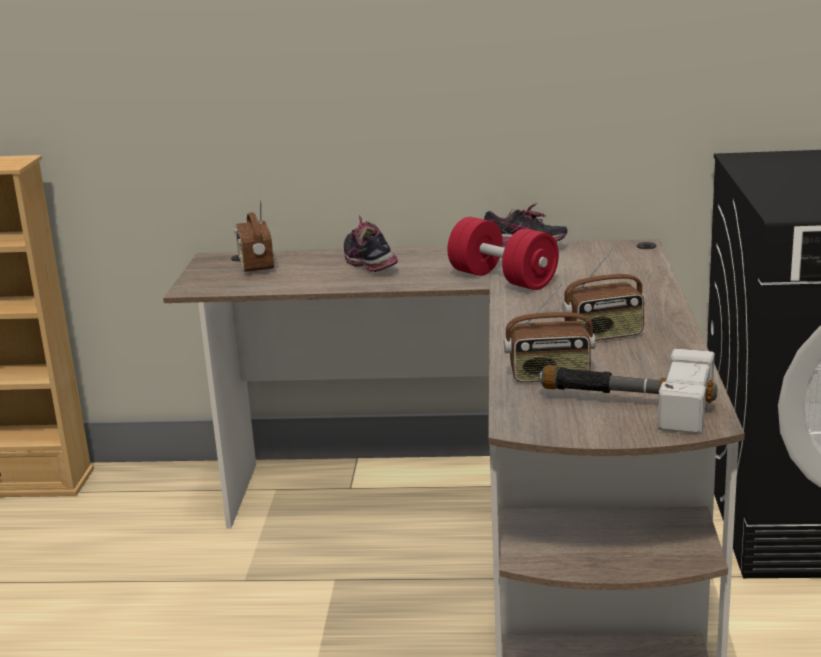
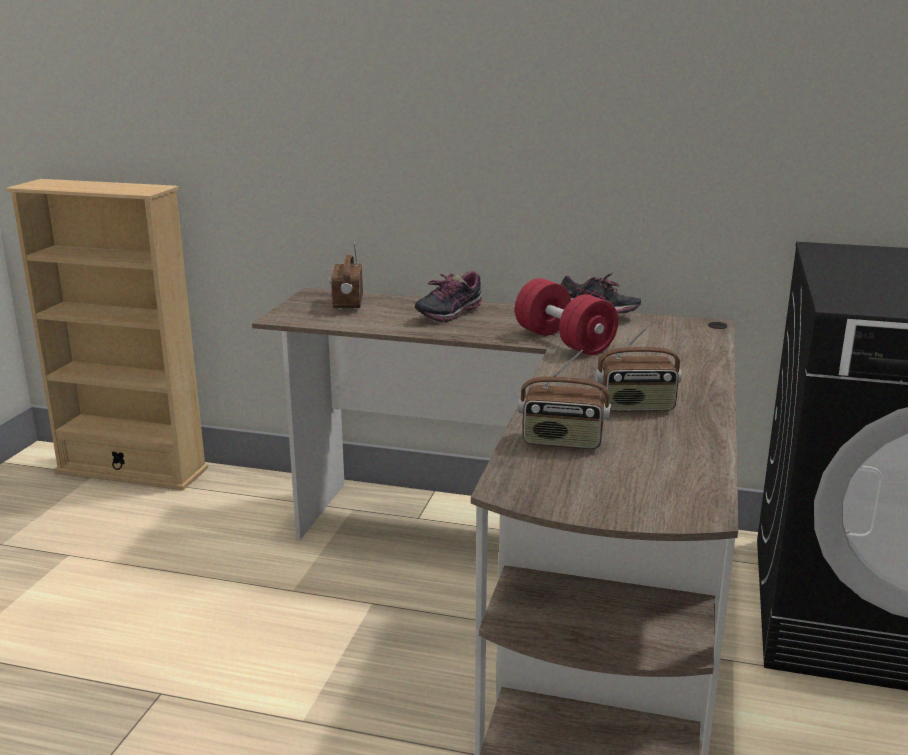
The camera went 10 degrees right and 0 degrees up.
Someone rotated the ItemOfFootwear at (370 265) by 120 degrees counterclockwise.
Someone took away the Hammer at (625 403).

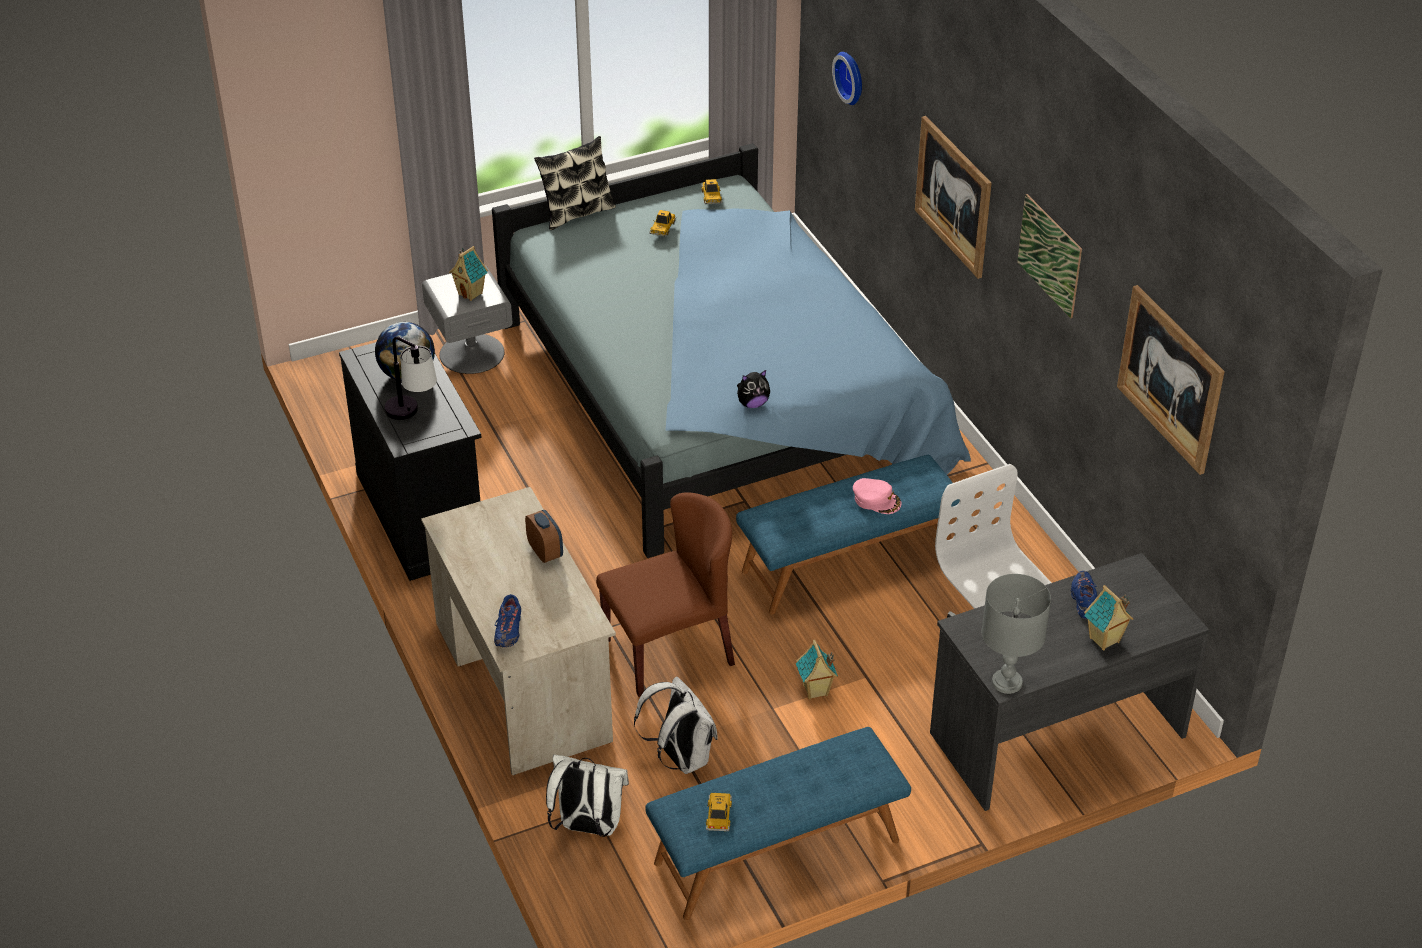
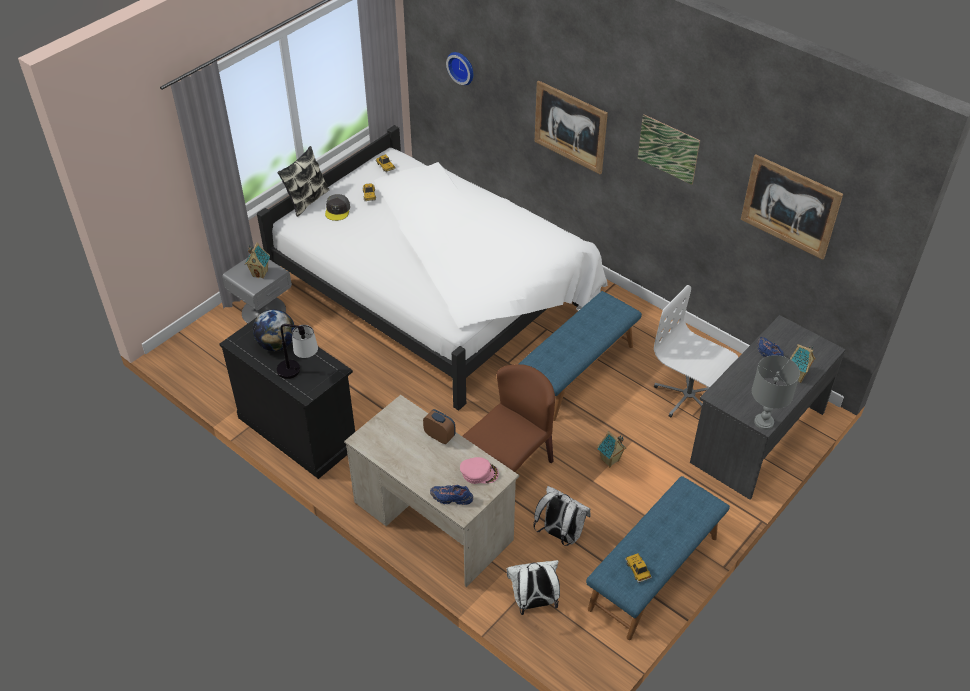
The camera went 25 degrees left and 5 degrees up.
Someone repainted the BlueColouredBed at (721 398), which became the WhiteColouredBed at (437 292).
Someone put down the GreyCap at (338 210).
Someone rotated the BlueColouredItemOfFootwear at (508 630) by 120 degrees clockwise.
Someone carried the PinkCap from (876 500) to (479 473).
Someone took away the PlushToy at (752 403).

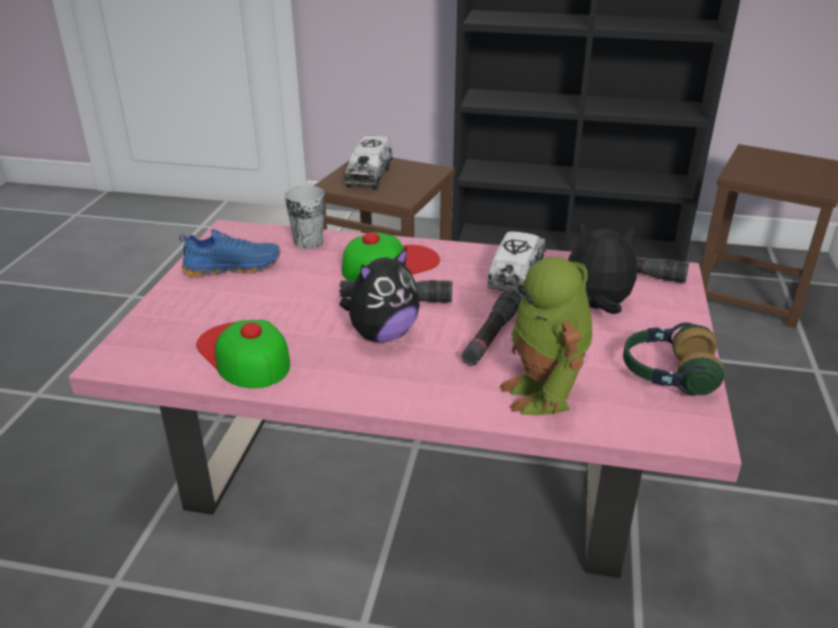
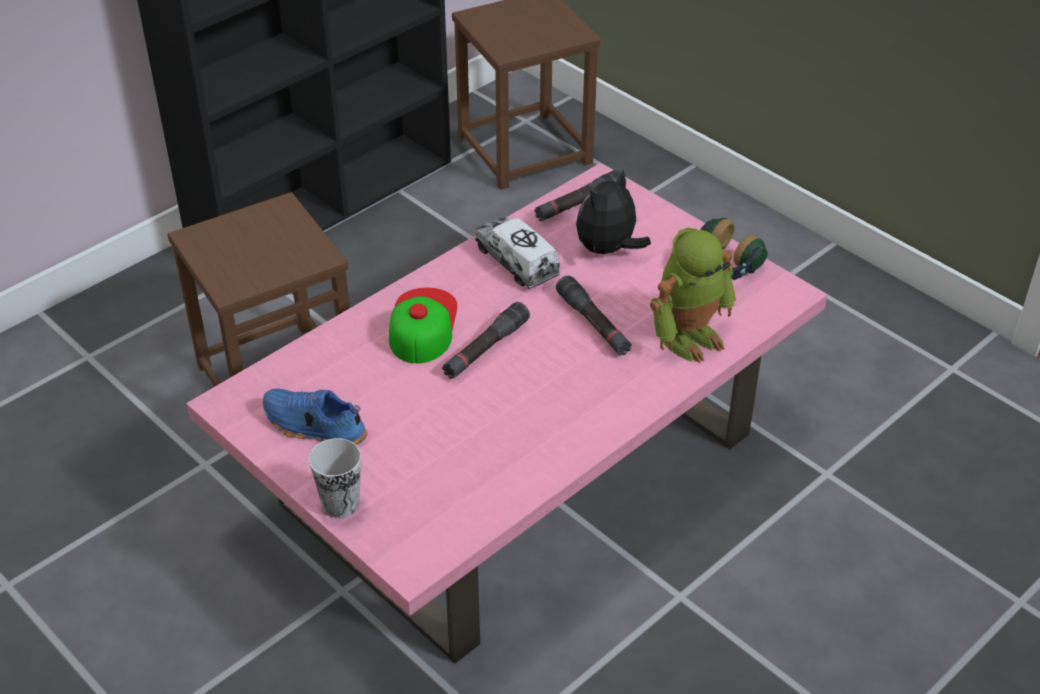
The camera went 55 degrees left and 10 degrees up.
Someone rotated the BlueColouredItemOfFootwear at (233 267) by 90 degrees counterclockwise.
Someone carried the DrinkingCup from (308 242) to (340 504).
Someone rotated the ToyRobot at (544 394) by 60 degrees counterclockwise.
Someone took away the Cap at (243 354).
Someone took away the PlushToy at (382 335).
Someone took away the ModelTruck at (369 175).

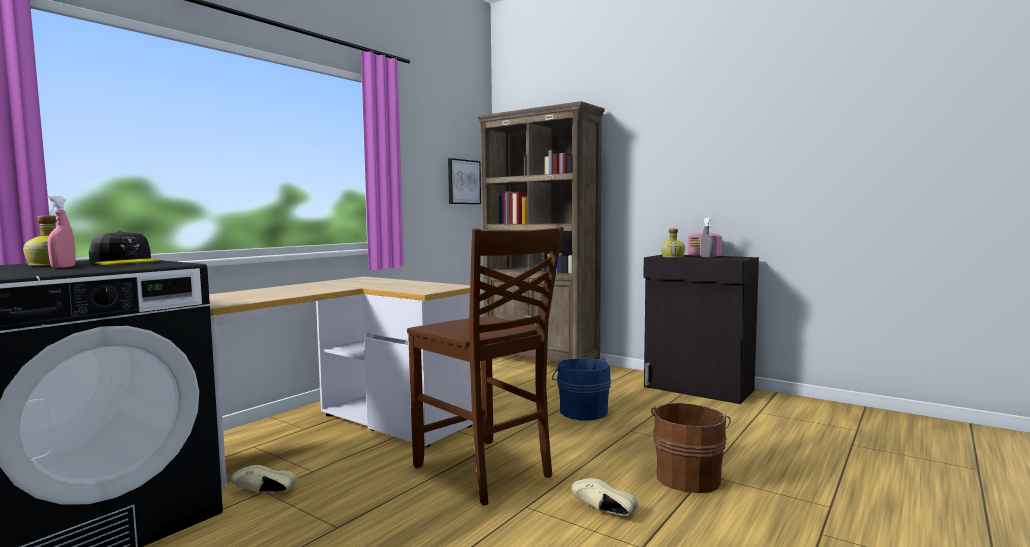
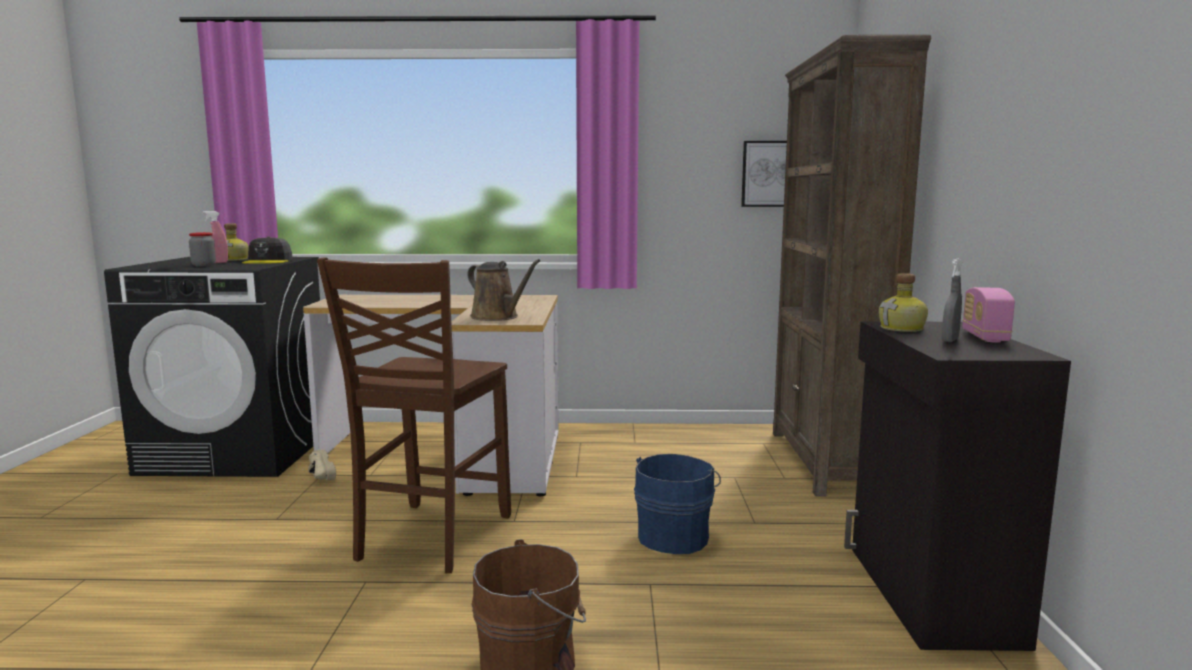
The camera went 55 degrees right and 5 degrees up.
Someone put down the StorageJar at (204 265).
Someone put down the BrownWateringCan at (498 317).
Someone took away the BeigeColouredItemOfFootwear at (602 511).

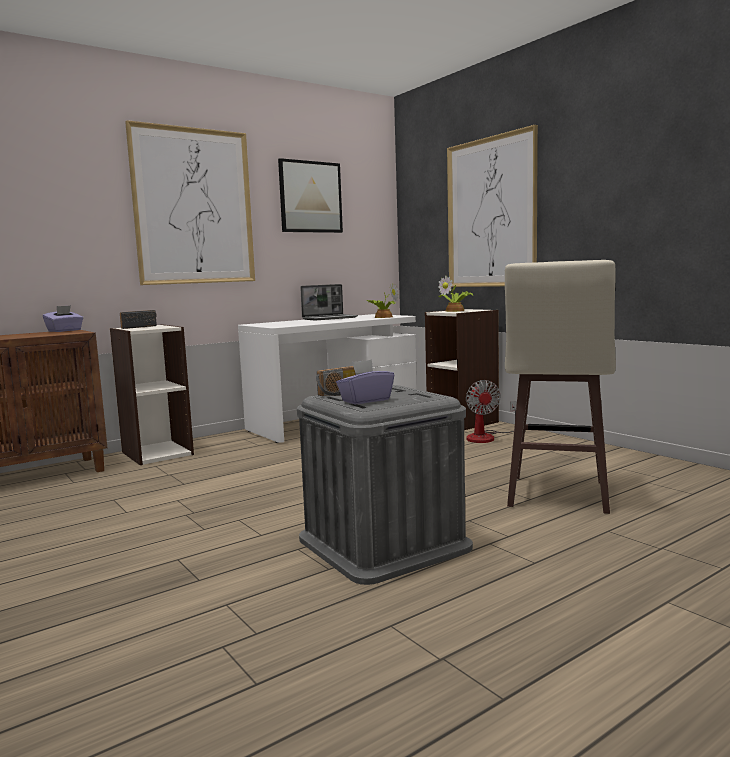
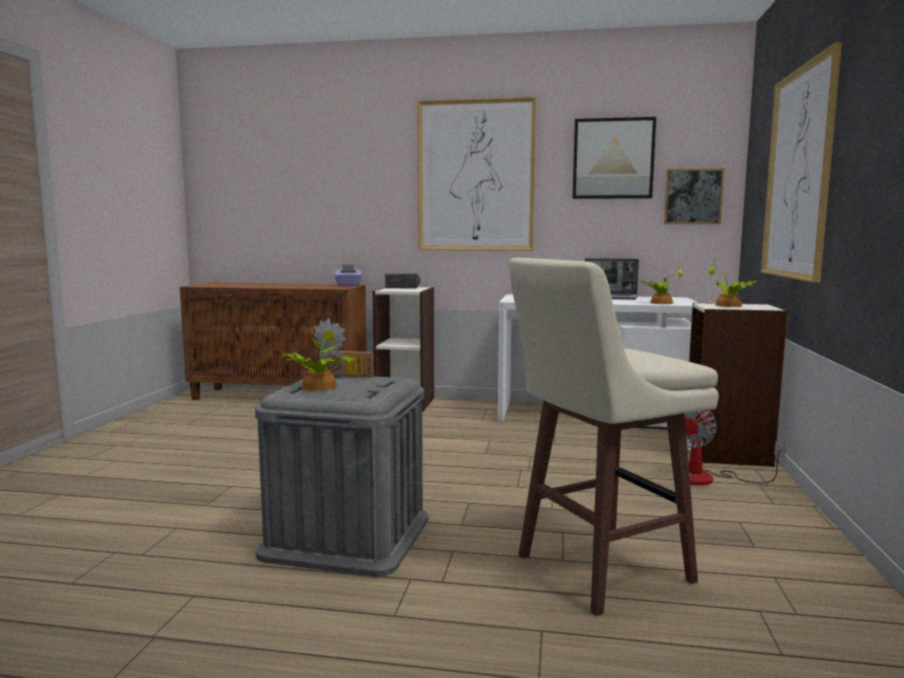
The camera went 45 degrees right and 0 degrees up.
Someone swapped the PurpleColouredTissueBox at (365 400) for the Houseplant at (317 387).
Someone put up the Picture at (693 196).

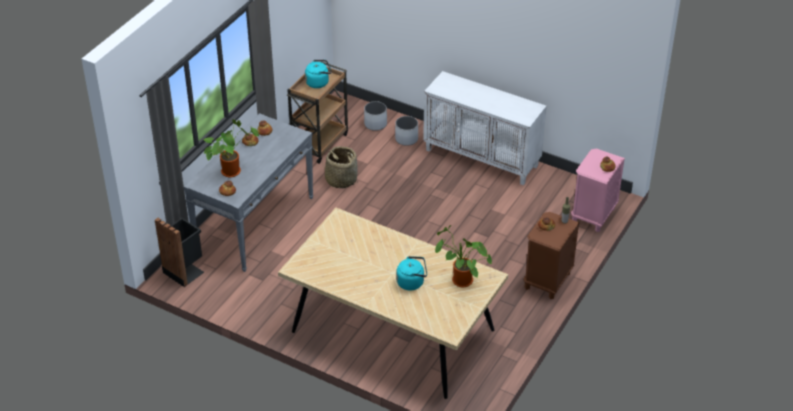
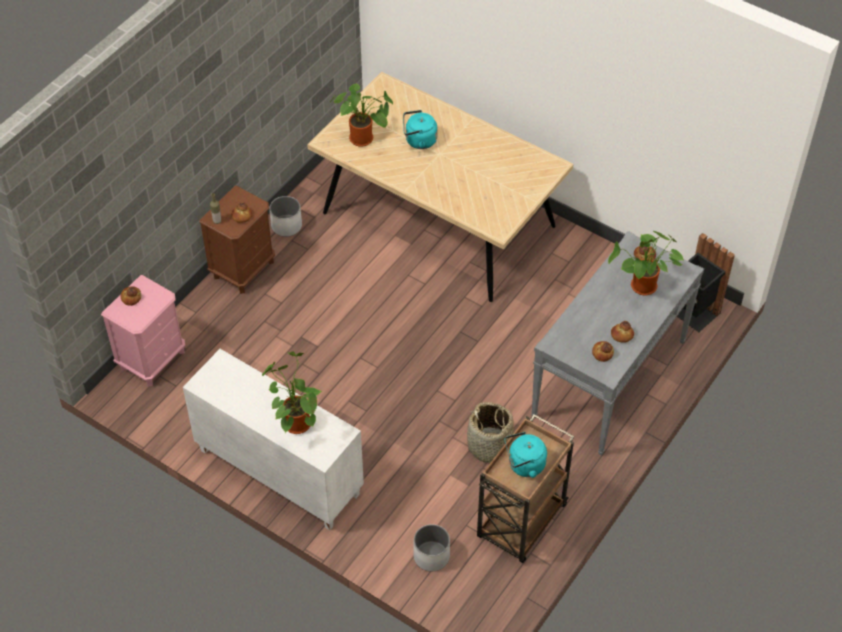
The camera went 175 degrees left and 10 degrees up.
Someone put down the Houseplant at (294 422).
Someone carried the WhiteColouredFlowerPot from (406 139) to (286 226).

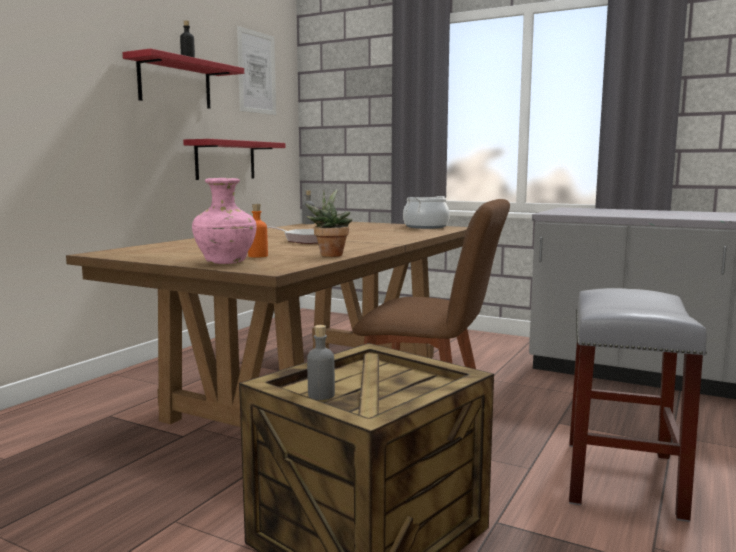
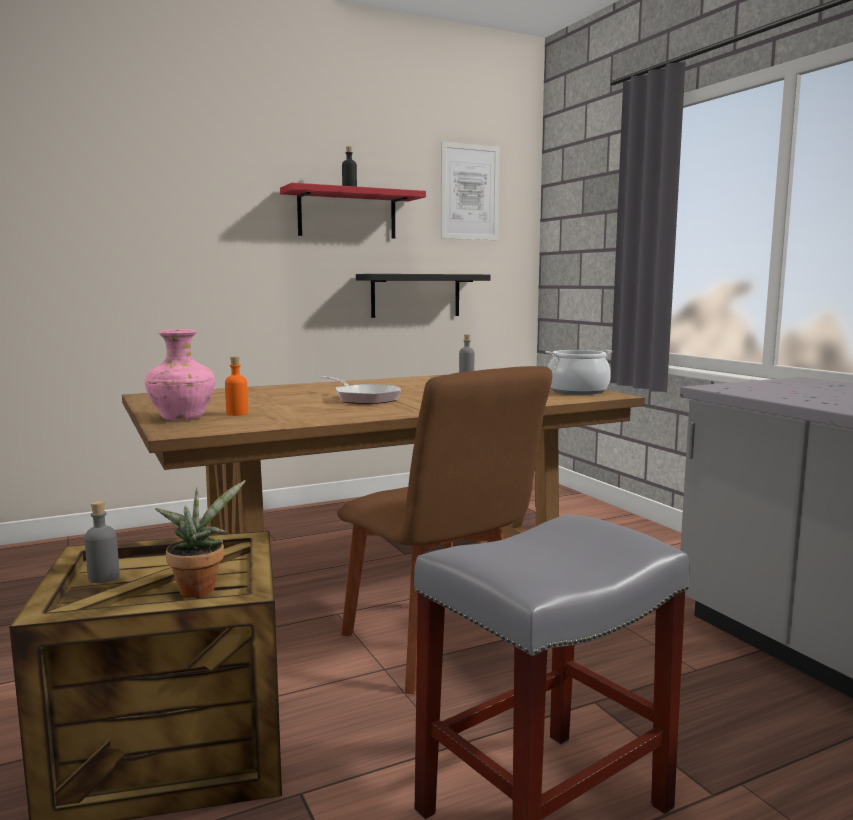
The camera went 35 degrees right and 0 degrees up.
Someone carried the Houseplant from (330 255) to (200 588).
Someone repainted the RedBracketShelf at (225 160), which became the BlackBracketShelf at (416 295).

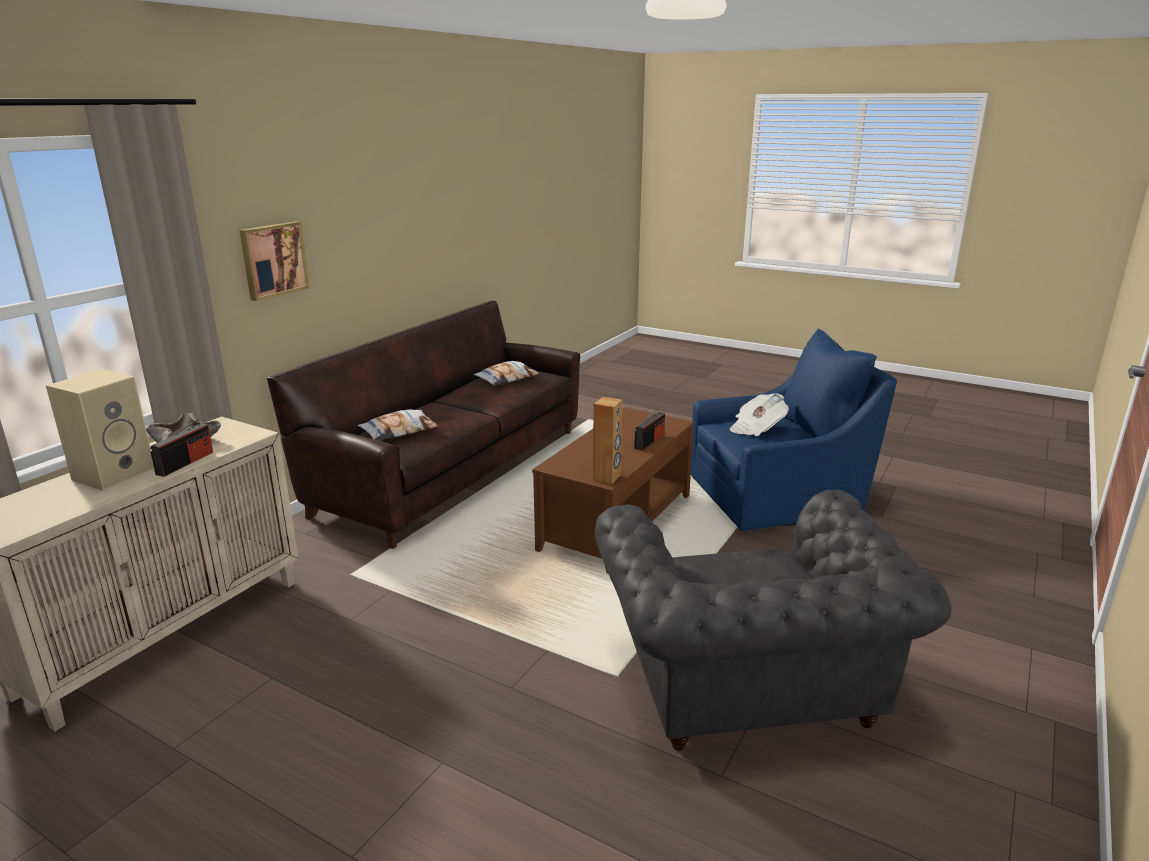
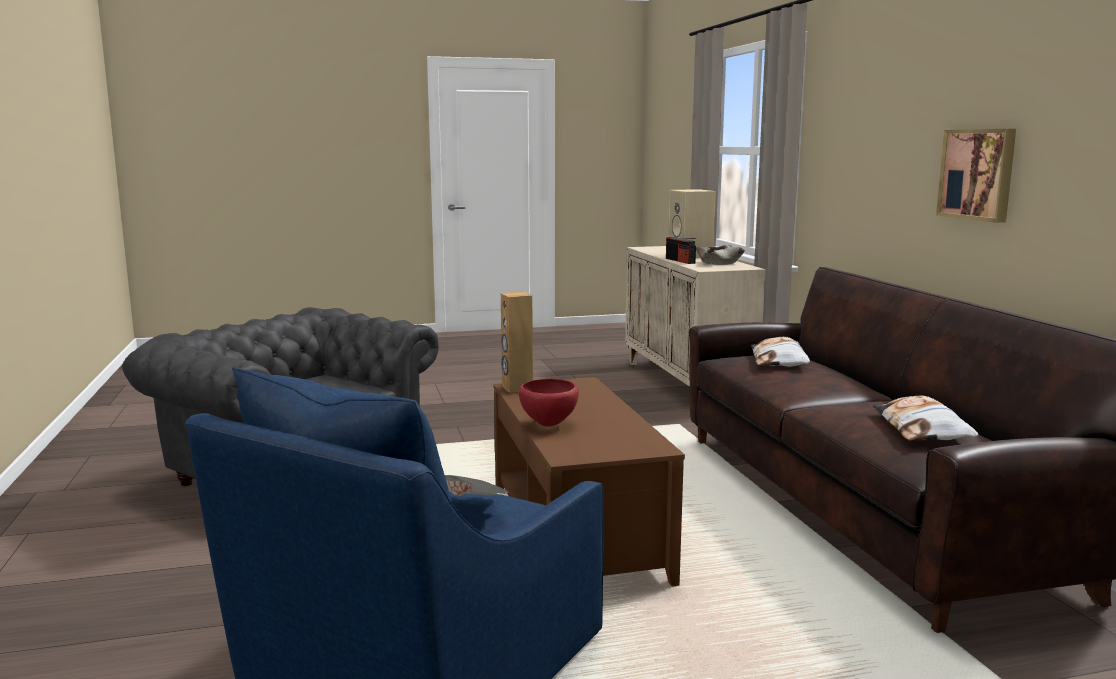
The camera went 135 degrees right and 10 degrees down.
Someone swapped the RadioReceiver at (649 441) for the RedBowl at (549 425).
Someone carried the Picture from (273 260) to (978 174).

